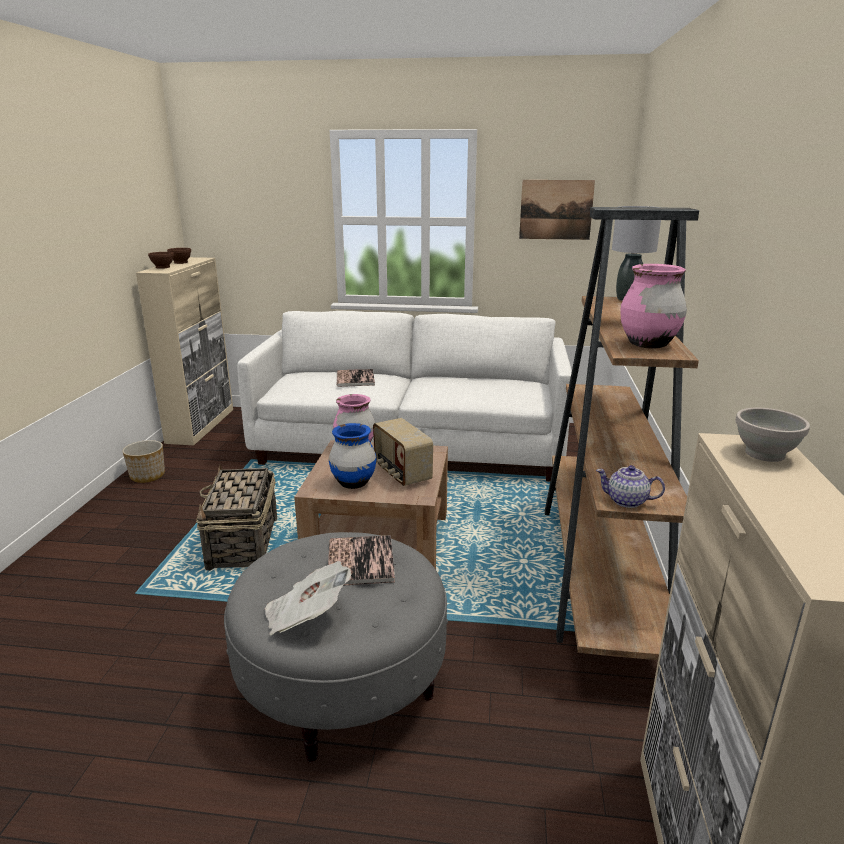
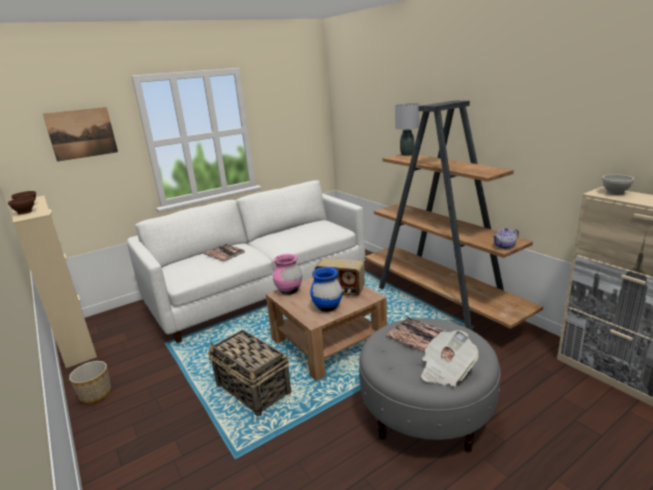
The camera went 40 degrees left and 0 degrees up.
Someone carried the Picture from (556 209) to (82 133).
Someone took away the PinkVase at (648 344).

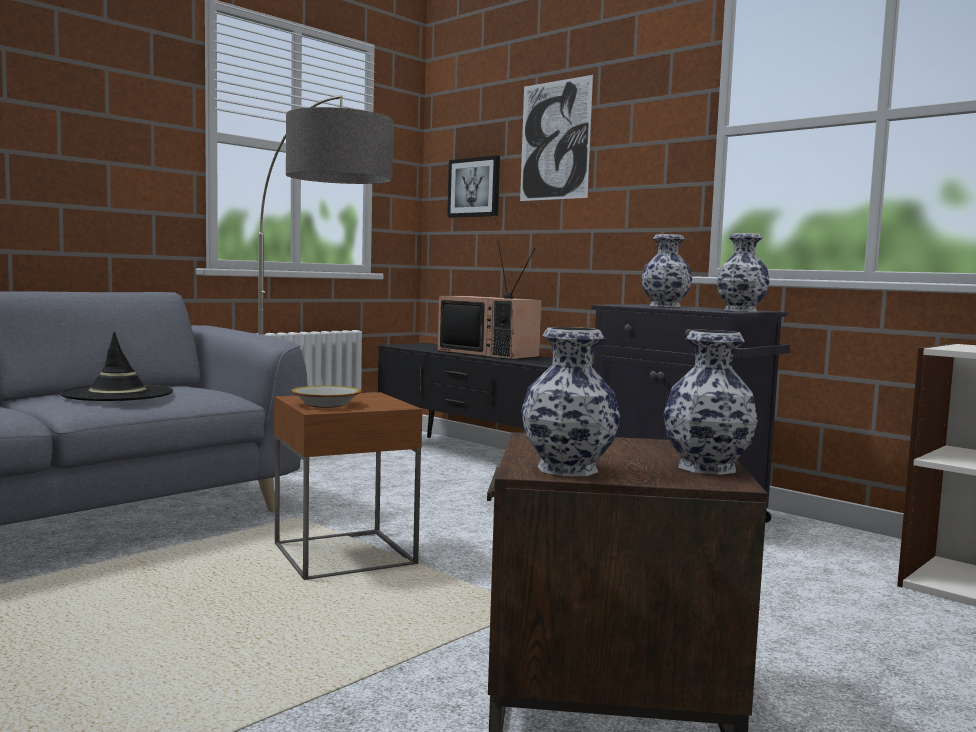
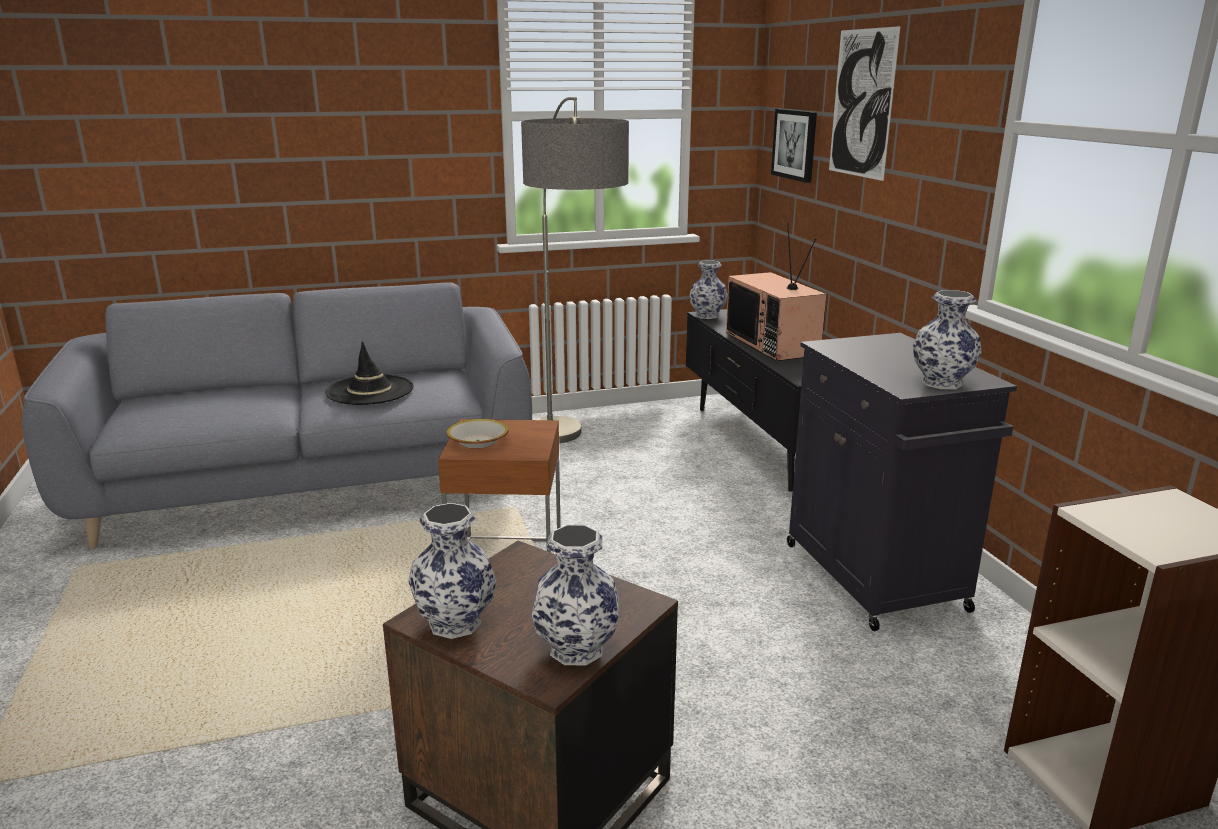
The camera went 30 degrees right and 15 degrees up.
Someone carried the Vase from (665 306) to (707 316).

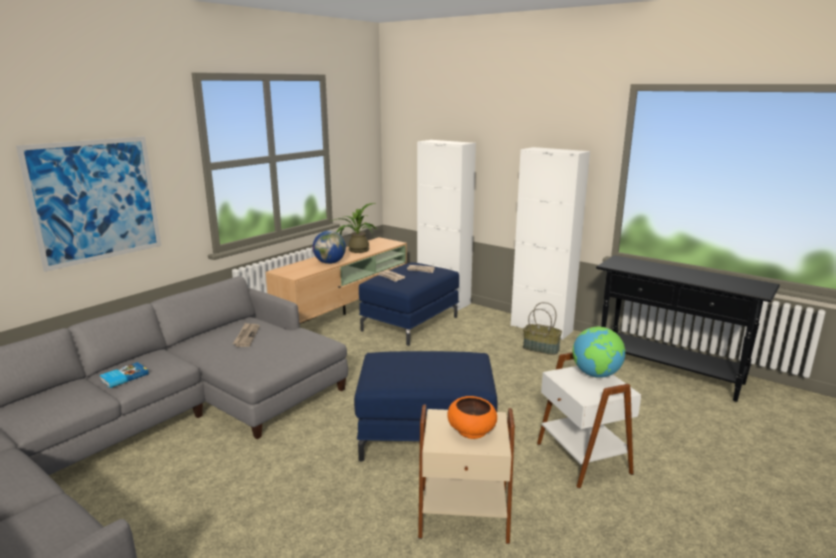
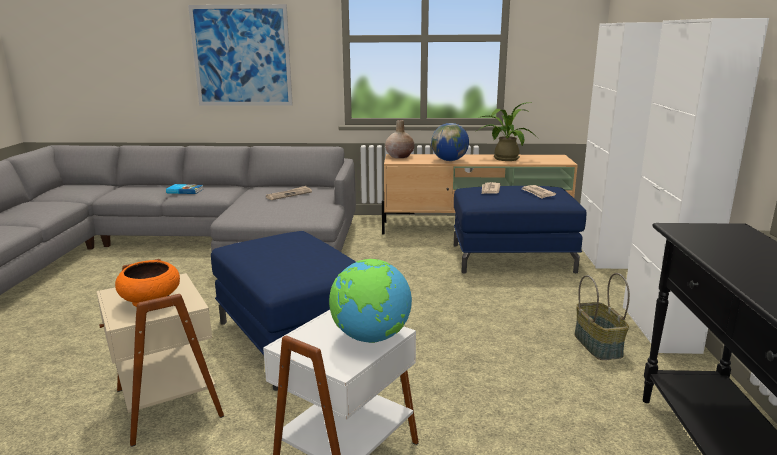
The camera went 55 degrees right and 0 degrees up.
Someone put down the BeigeColouredVase at (399 156).

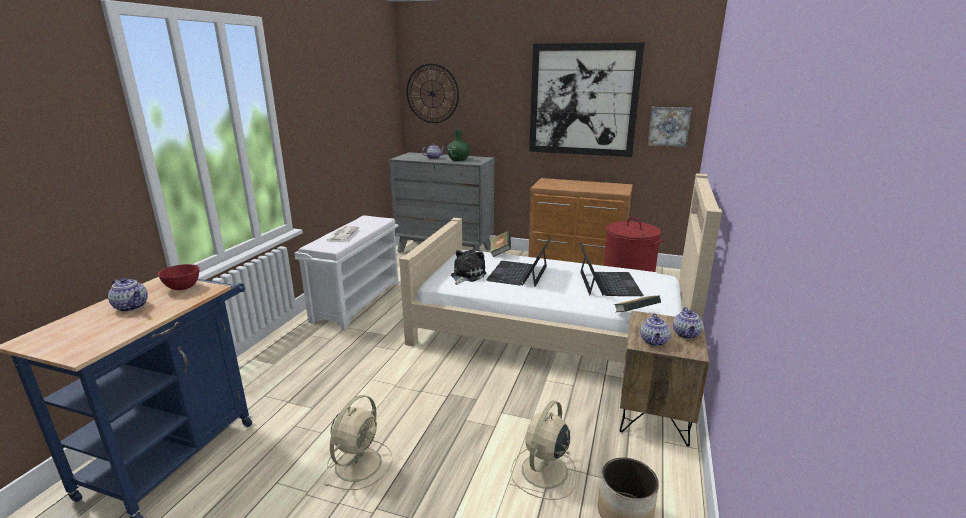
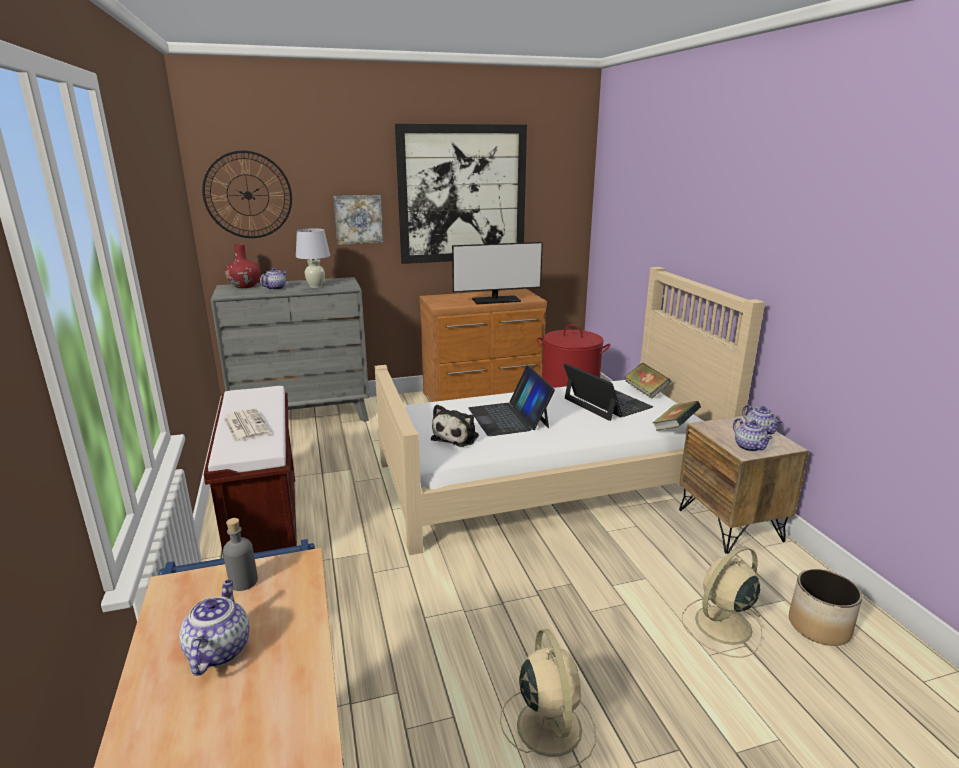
The camera went 35 degrees left and 0 degrees up.
Someone rotated the PotForTea at (132 307) by 90 degrees counterclockwise.
Someone repainted the WhiteColouredBench at (357 301), which became the BrownBench at (265 522).
Someone swapped the RedBowl at (182 287) for the GreyDrinkBottle at (243 582).
Someone put down the RedVase at (245 286).
Someone swapped the GreenVase at (458 159) for the WhiteColouredLampForATable at (316 286).
Someone carried the Picture from (669 126) to (358 219).
Someone rotated the PlushToy at (466 275) by 150 degrees counterclockwise.
Someone put down the Monitor at (496 300).
Someone carried the BoundBook from (500 252) to (645 391).
Someone rotated the BeigeColouredFan at (543 472) by 60 degrees clockwise.

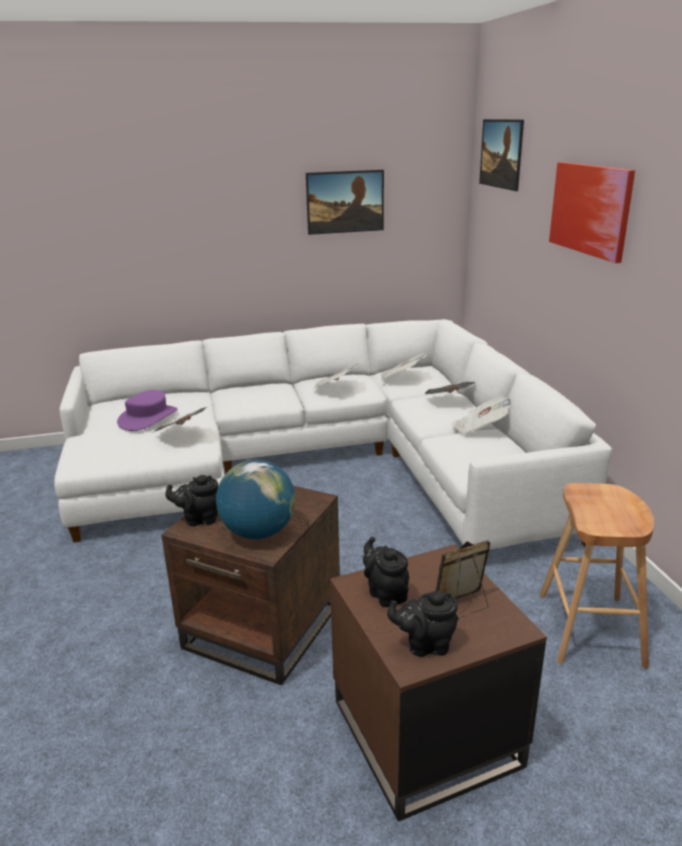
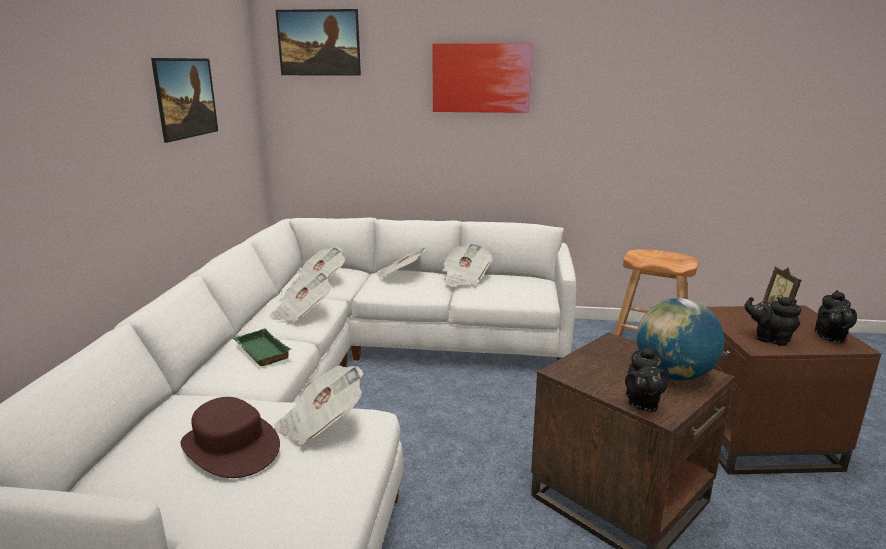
The camera went 70 degrees left and 5 degrees down.
Someone repainted the PurpleColouredClothingHat at (148 418), which became the BrownClothingHat at (230 447).
Someone put down the GreenServingTray at (260 352).
Someone rotated the BlackPotForTea at (385 593) by 45 degrees clockwise.

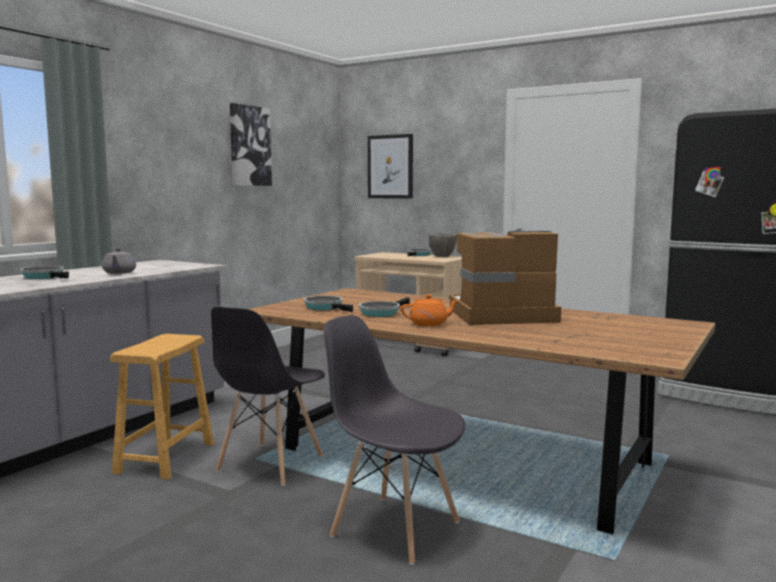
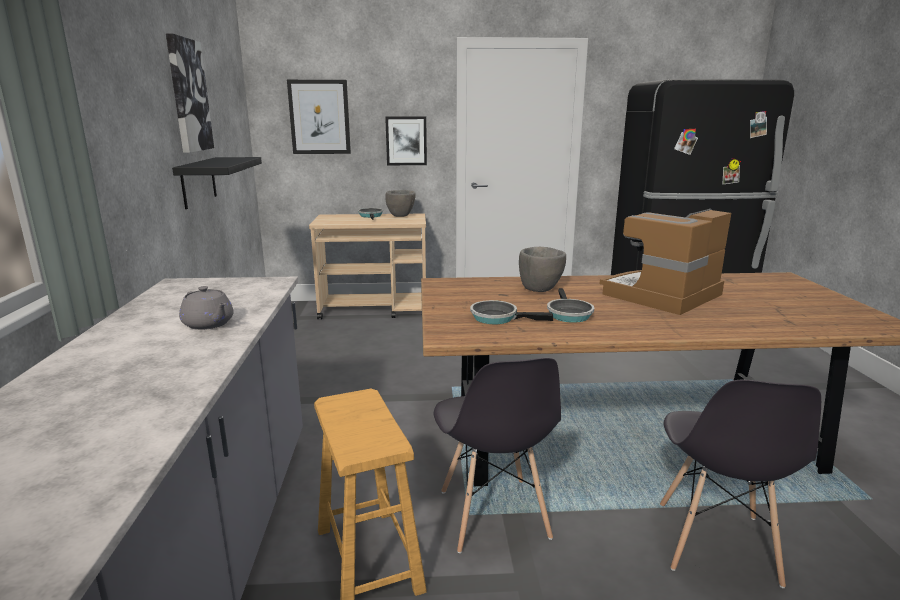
The camera went 35 degrees left and 10 degrees up.
Someone put up the BlackBracketShelf at (198 182).
Someone put up the Picture at (406 141).
Someone put down the GreyBowl at (540 289).
Someone rotated the GreyUprightChair at (394 528) by 75 degrees counterclockwise.
Someone took away the FryingPan at (45 277).
Someone took away the OrangePotForTea at (429 324).

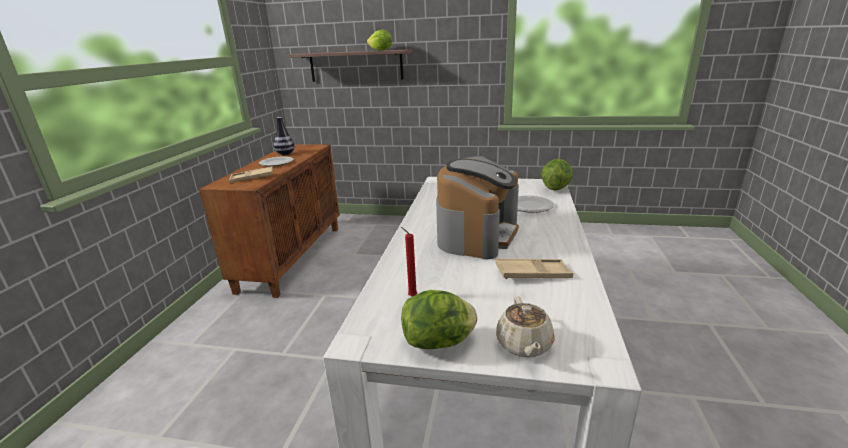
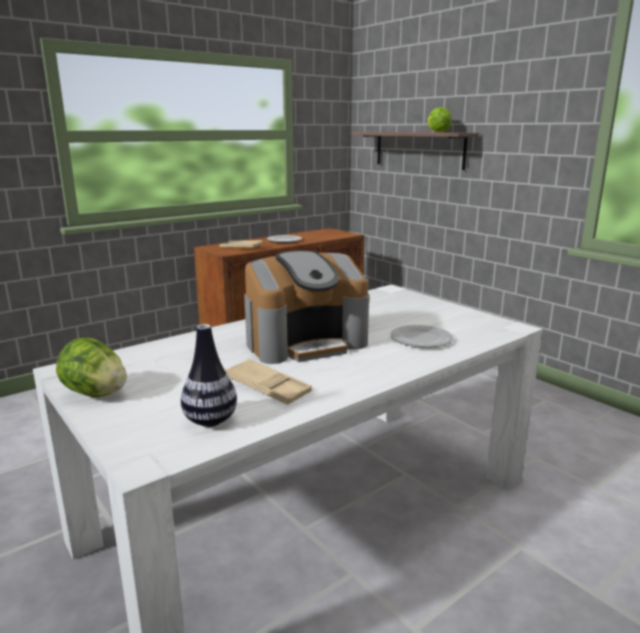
The camera went 40 degrees right and 5 degrees down.
Someone carried the Vase from (285 154) to (210 421).
Someone took away the RedCandle at (411 296).
Someone took away the BeigeColouredPotForTea at (524 345).
Someone took away the HeadOfLettuce at (555 188).

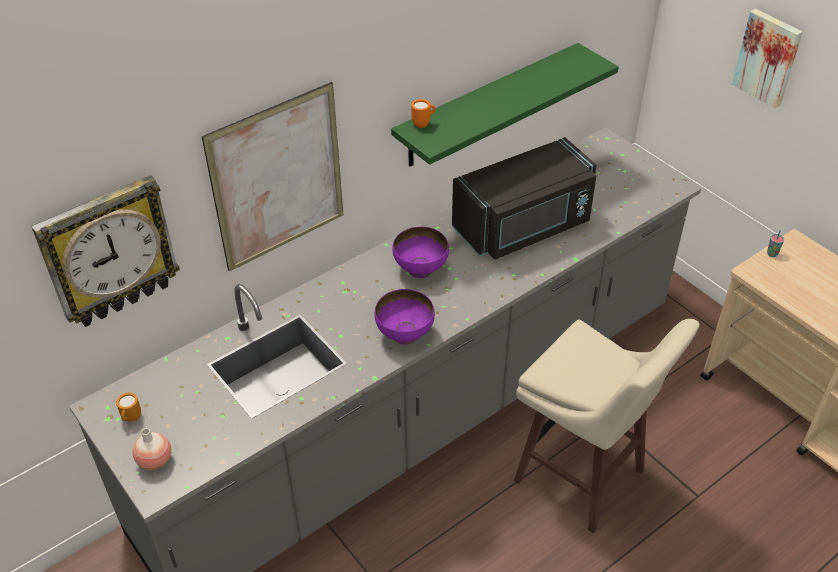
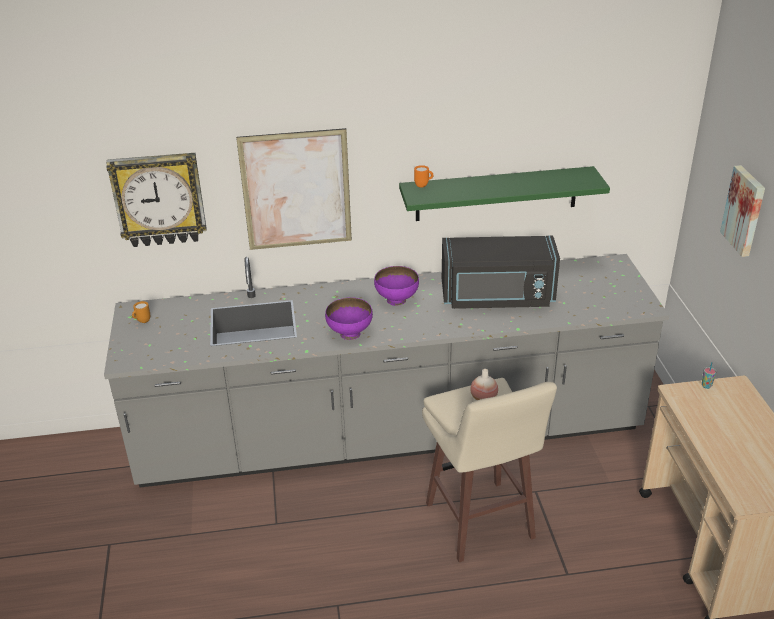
The camera went 30 degrees right and 10 degrees down.
Someone carried the Vase from (155 460) to (483 398).

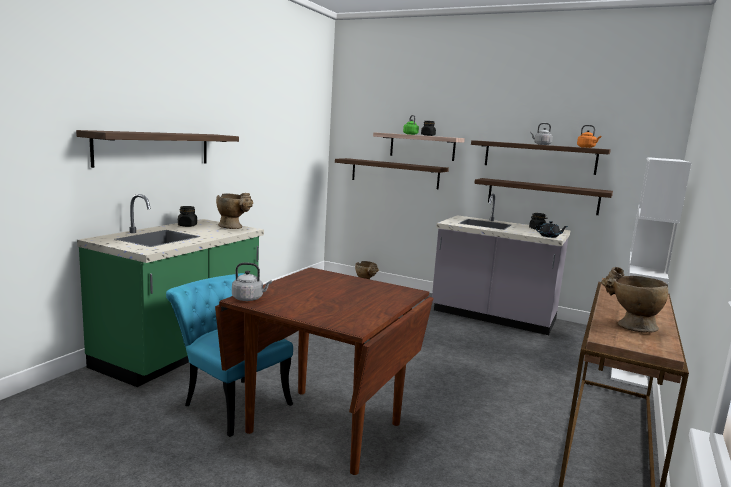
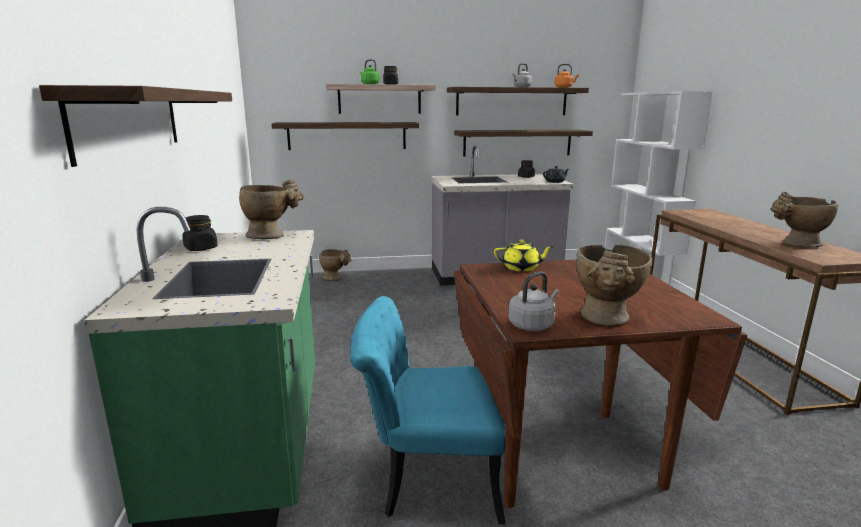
The camera went 35 degrees left and 5 degrees up.
Someone put down the YellowColouredPotForTea at (521 268).
Someone put down the BeigeColouredVase at (606 320).

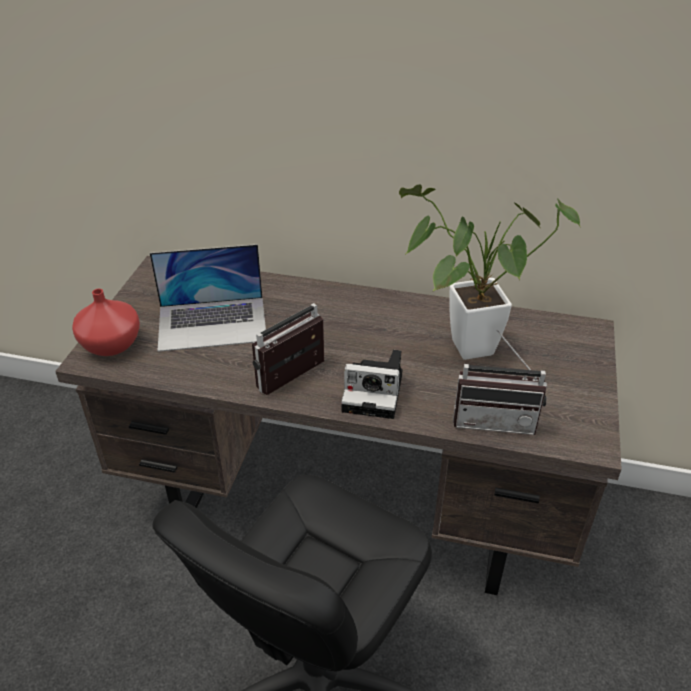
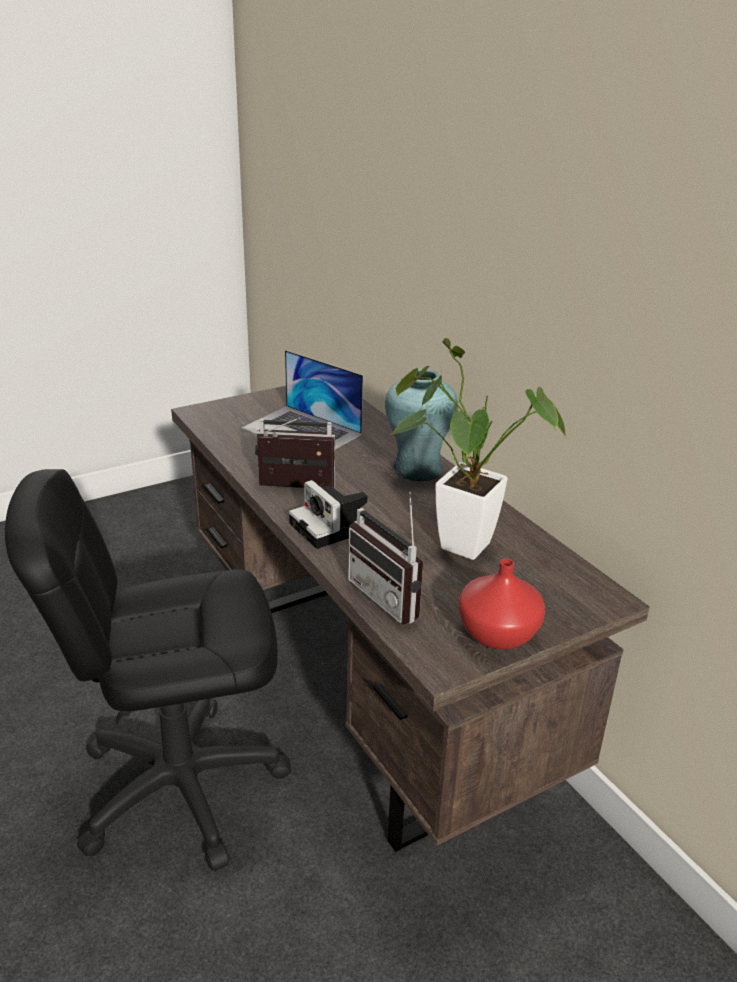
The camera went 45 degrees right and 10 degrees down.
Someone put down the TurquoiseColouredVase at (418 470).
Someone carried the RedVase from (112 345) to (498 635).

